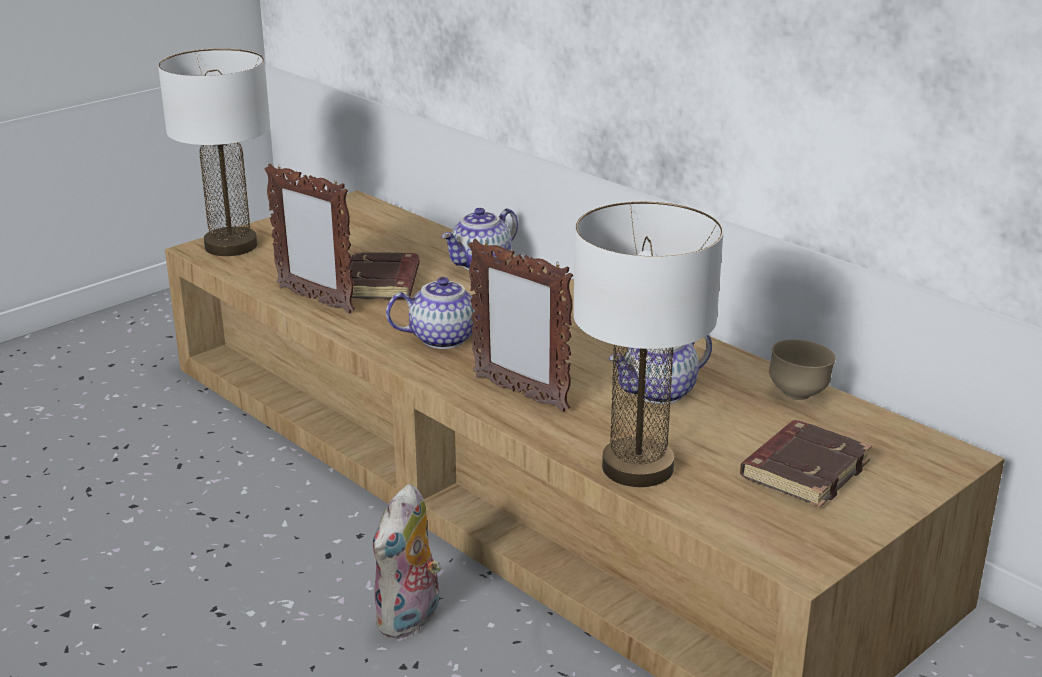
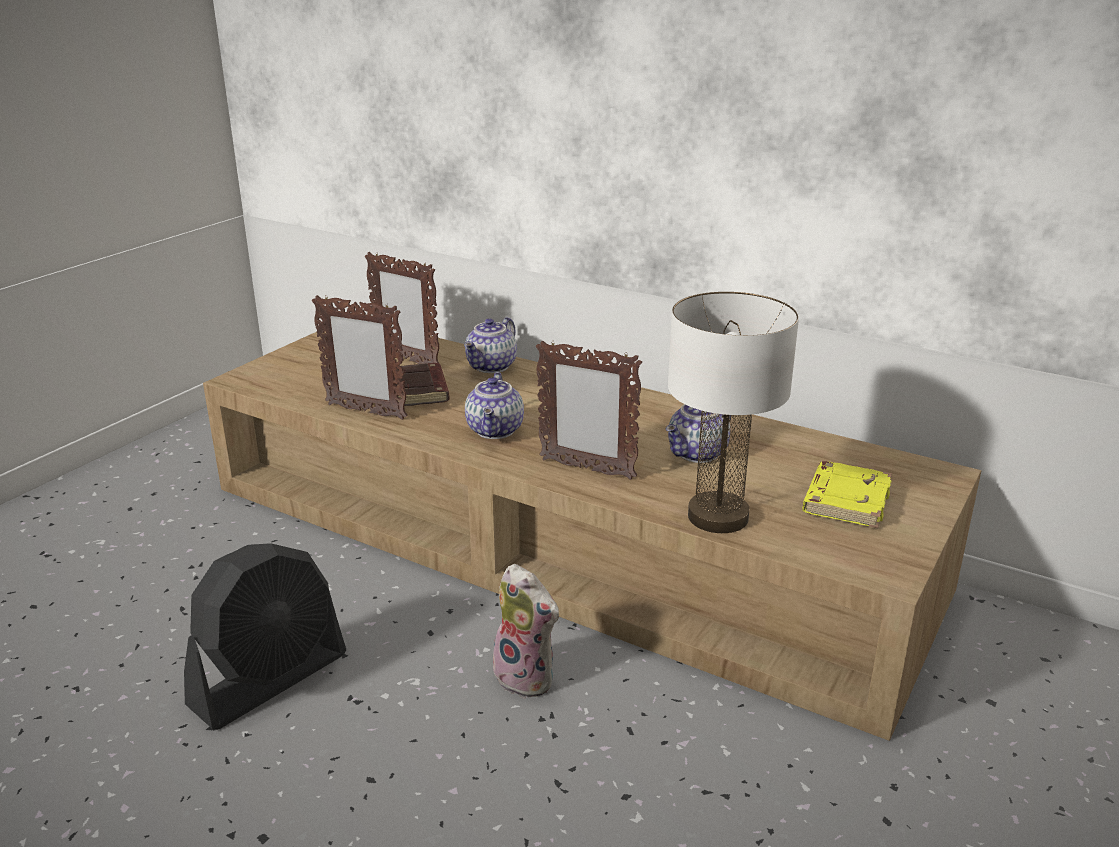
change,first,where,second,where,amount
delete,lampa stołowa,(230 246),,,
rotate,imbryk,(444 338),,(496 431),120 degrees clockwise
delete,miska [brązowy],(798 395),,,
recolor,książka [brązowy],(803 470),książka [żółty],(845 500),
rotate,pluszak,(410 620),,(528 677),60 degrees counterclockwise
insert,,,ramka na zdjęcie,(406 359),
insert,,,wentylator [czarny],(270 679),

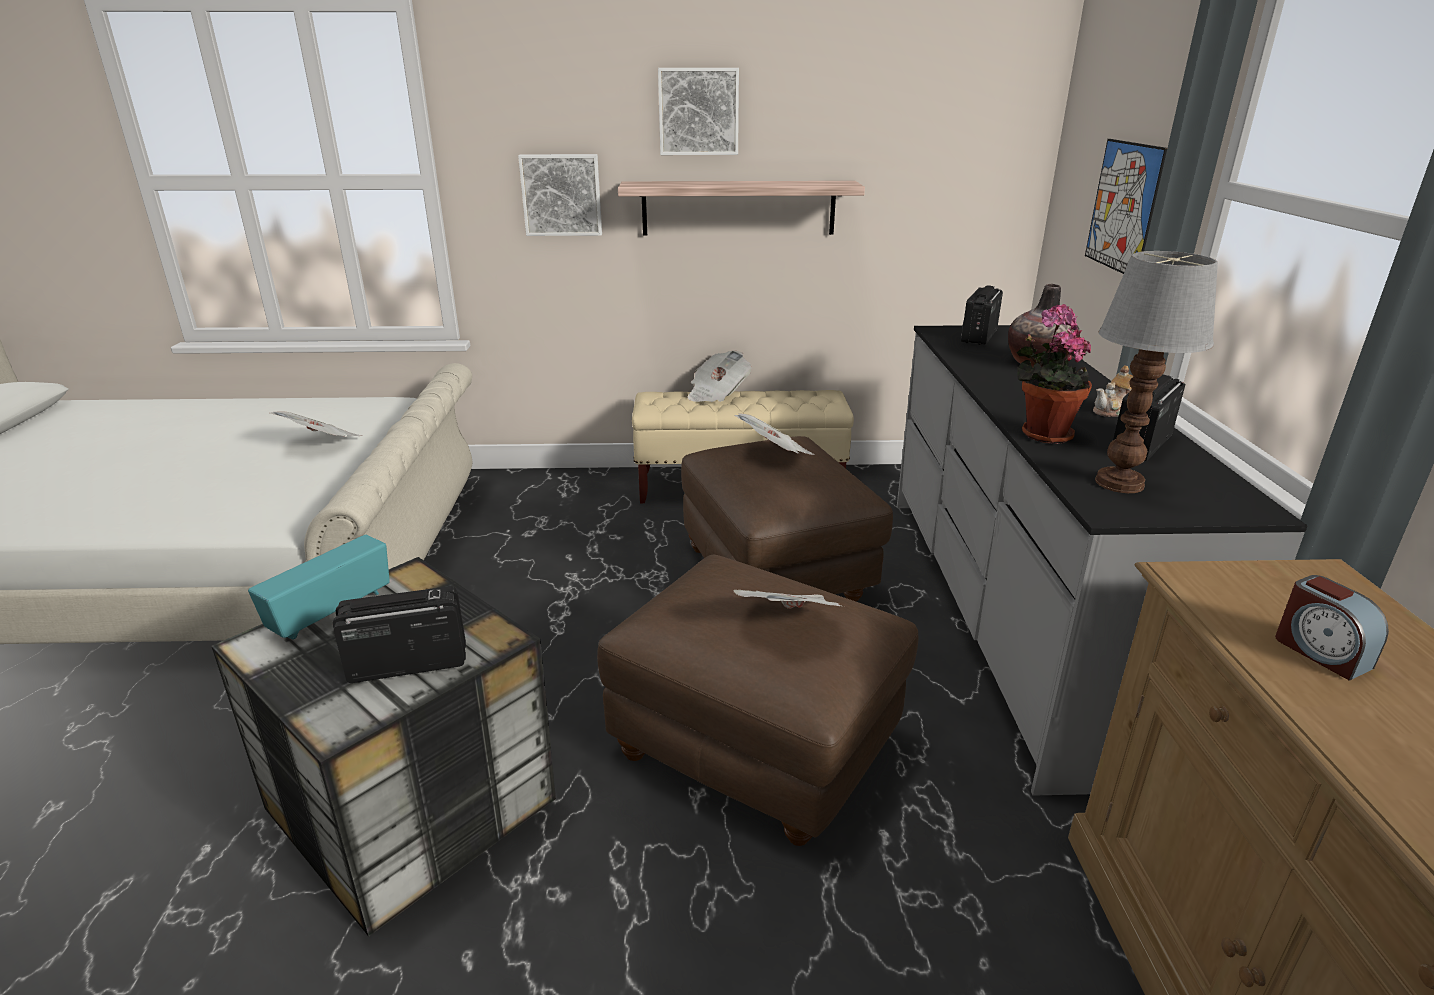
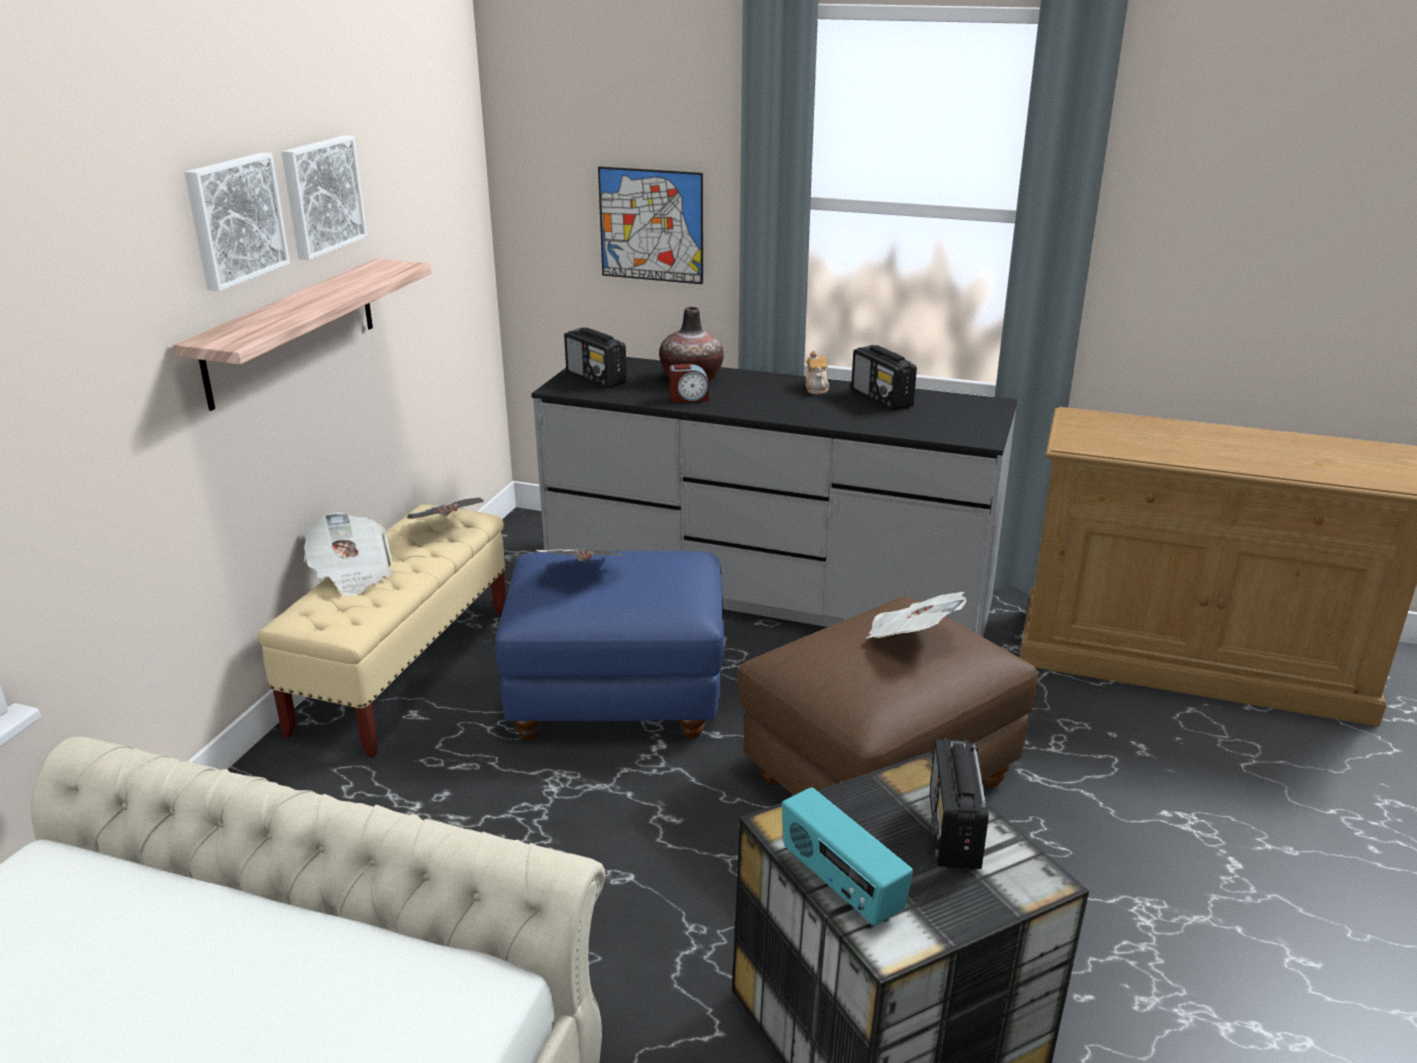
change,first,where,second,where,amount
move,obraz,(561 195),,(321 196),
delete,lampa stołowa,(1119 483),,,
delete,roślina doniczkowa,(1042 433),,,
move,gazeta,(321 443),,(446 528),
recolor,pufa [brązowy],(777 573),pufa [niebieski],(618 695),
move,budzik,(1320 652),,(689 398),

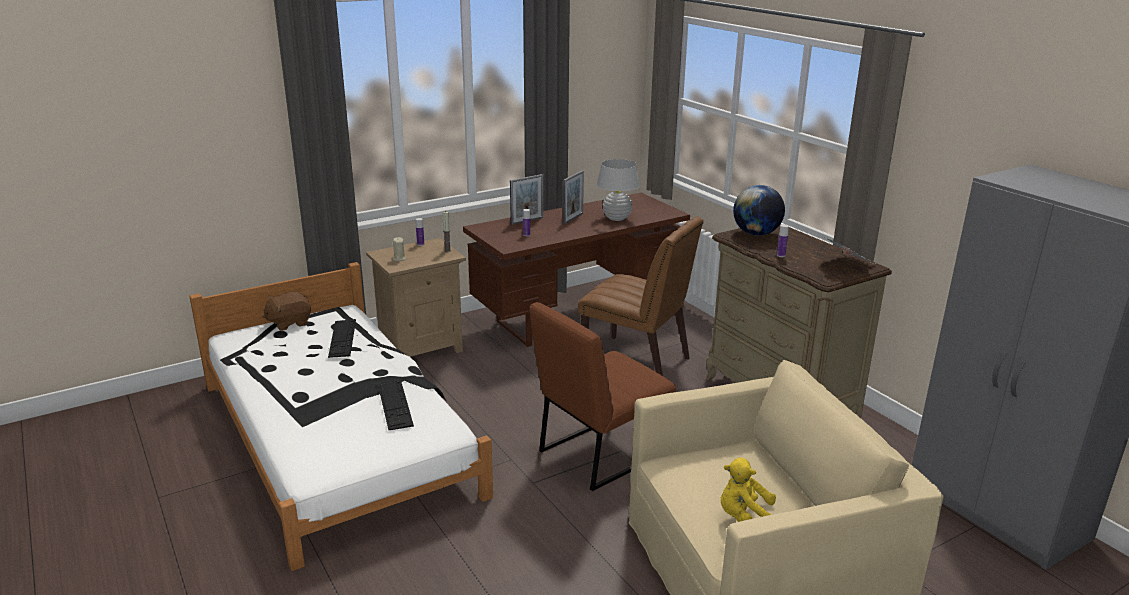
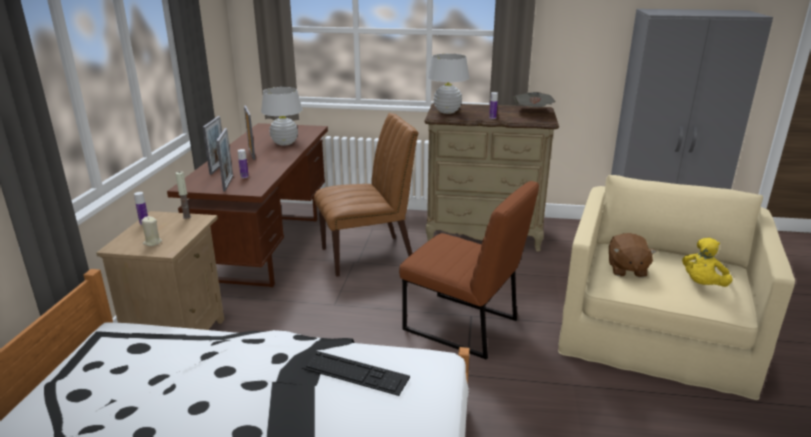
change,first,where,second,where,amount
replace,globus,(756 233),lampa stołowa [biały],(447 111),
move,pluszak [brązowy],(289 323),,(626 269),
rotate,krzesło [brązowy],(599 453),,(463 326),60 degrees counterclockwise
delete,klawiatura,(342 338),,,
insert,,,ramka na zdjęcie,(228 183),

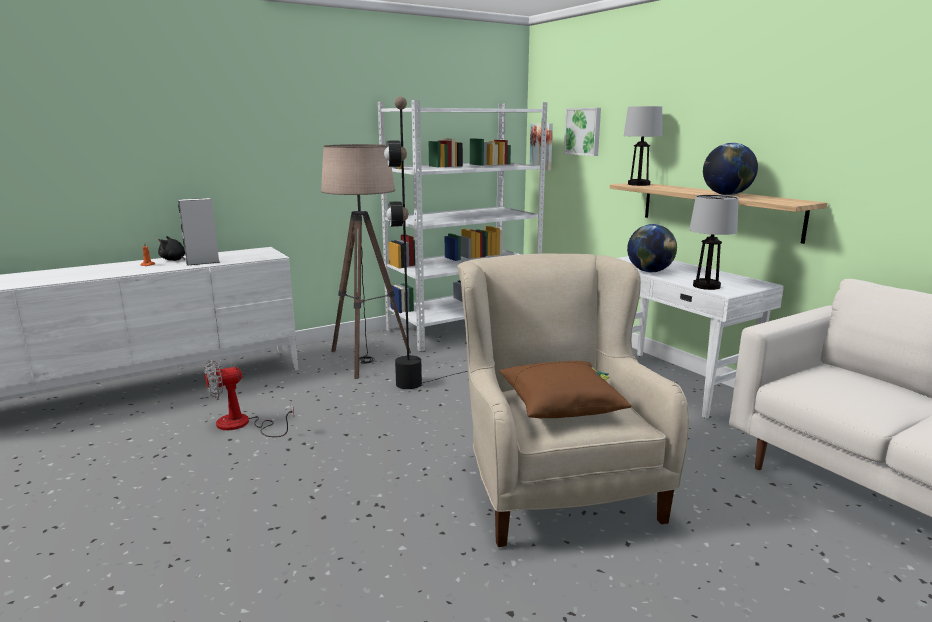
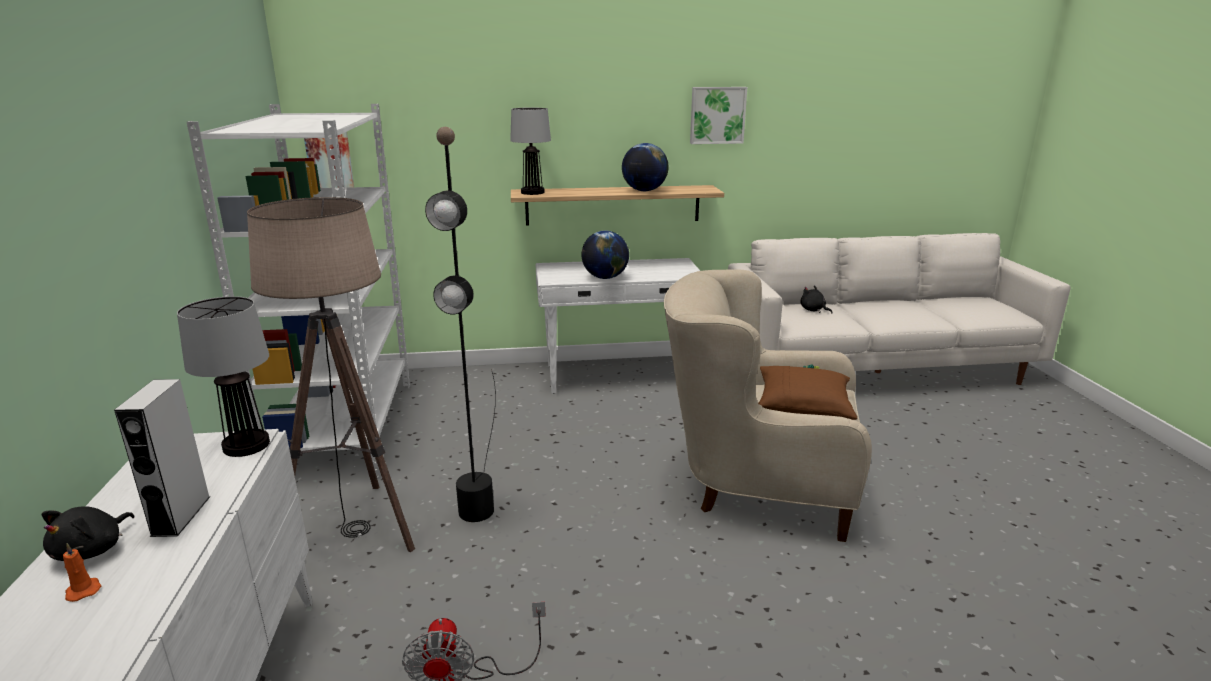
change,first,where,second,where,amount
move,obraz,(583 131),,(717 115),
move,lampa stołowa,(706 286),,(245 445),
insert,,,pluszak [czarny],(813 310),

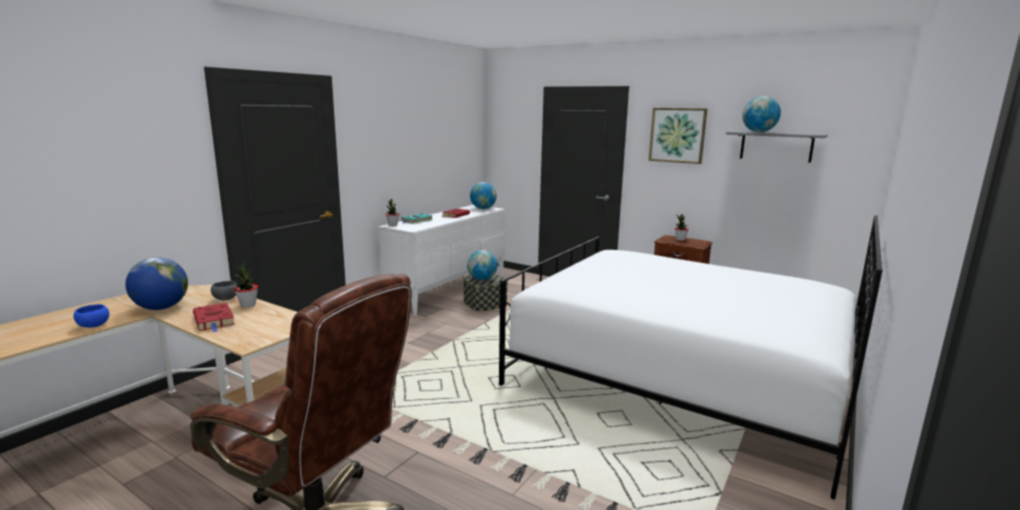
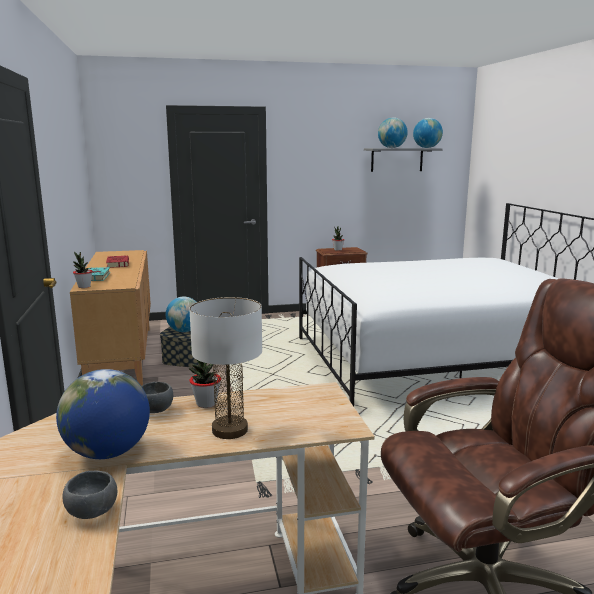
change,first,where,second,where,amount
delete,obraz,(677 135),,,
move,globus,(483 208),,(426 148),
recolor,komoda [biały],(448 290),komoda [brązowy],(121 358),
replace,książka [czerwony],(214 320),lampa stołowa,(230 430),
recolor,miska [niebieski],(92 326),miska [szary],(91 512),

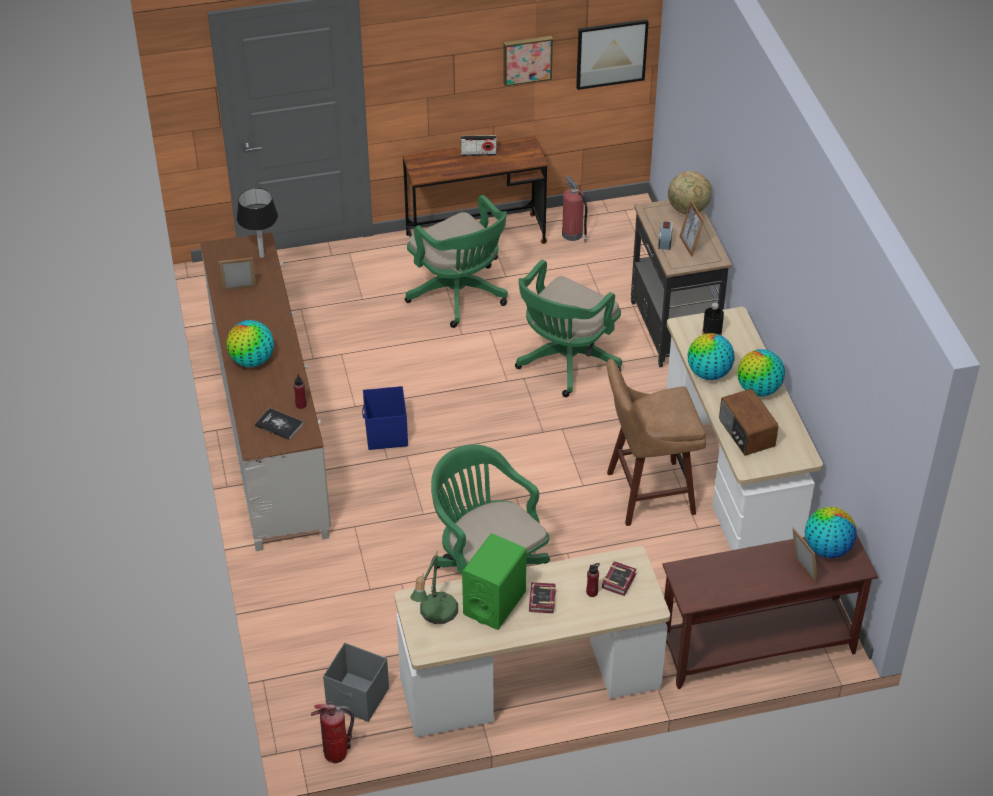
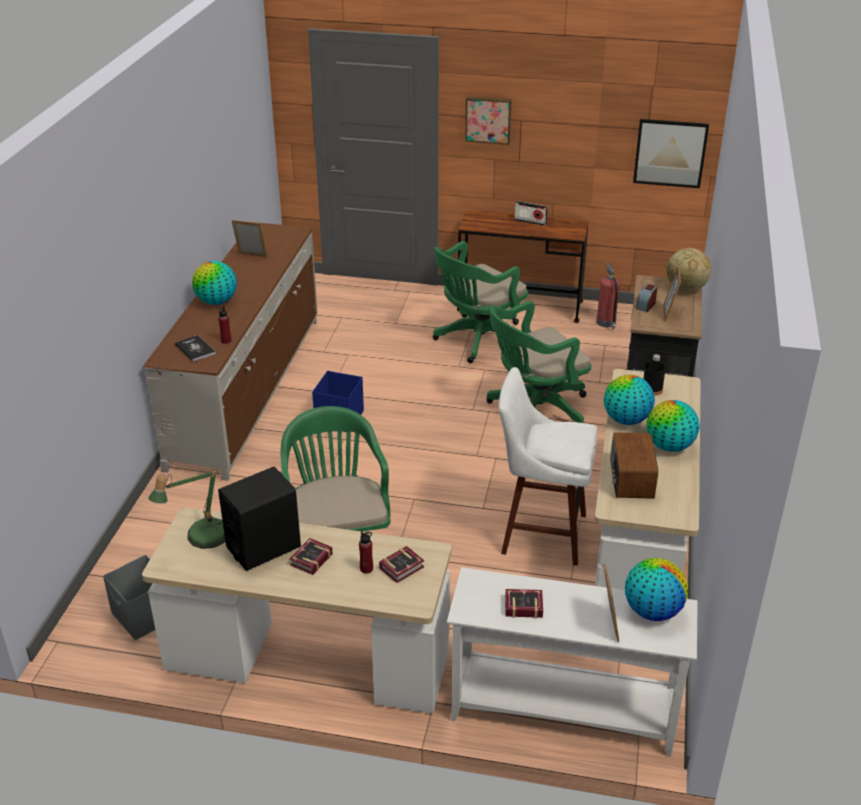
change,first,where,second,where,amount
move,obraz,(527 59),,(488 119),
delete,lampa stołowa [czarny],(262 256),,,
rotate,krzesło biurowe [zielony],(460 296),,(477 341),60 degrees clockwise
recolor,stołek [brązowy],(646 493),stołek [biały],(540 533),
recolor,głośnik [zielony],(494 603),głośnik [czarny],(264 547),
recolor,stolik konsolowy [brązowy],(756 648),stolik konsolowy [biały],(562 711),
delete,gaśnica,(336 754),,,
insert,,,książka,(521 606),

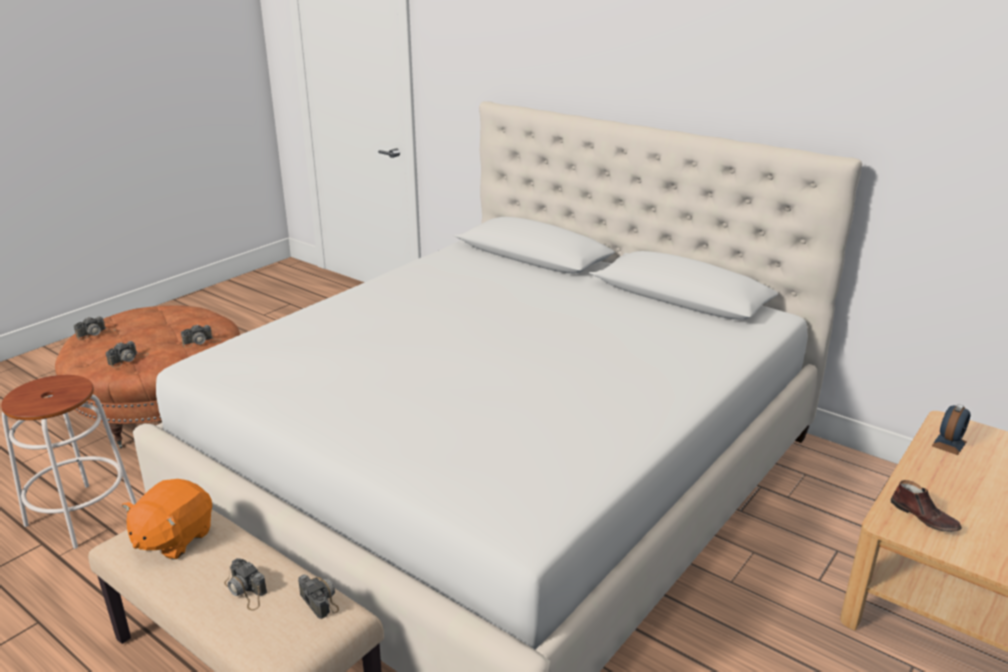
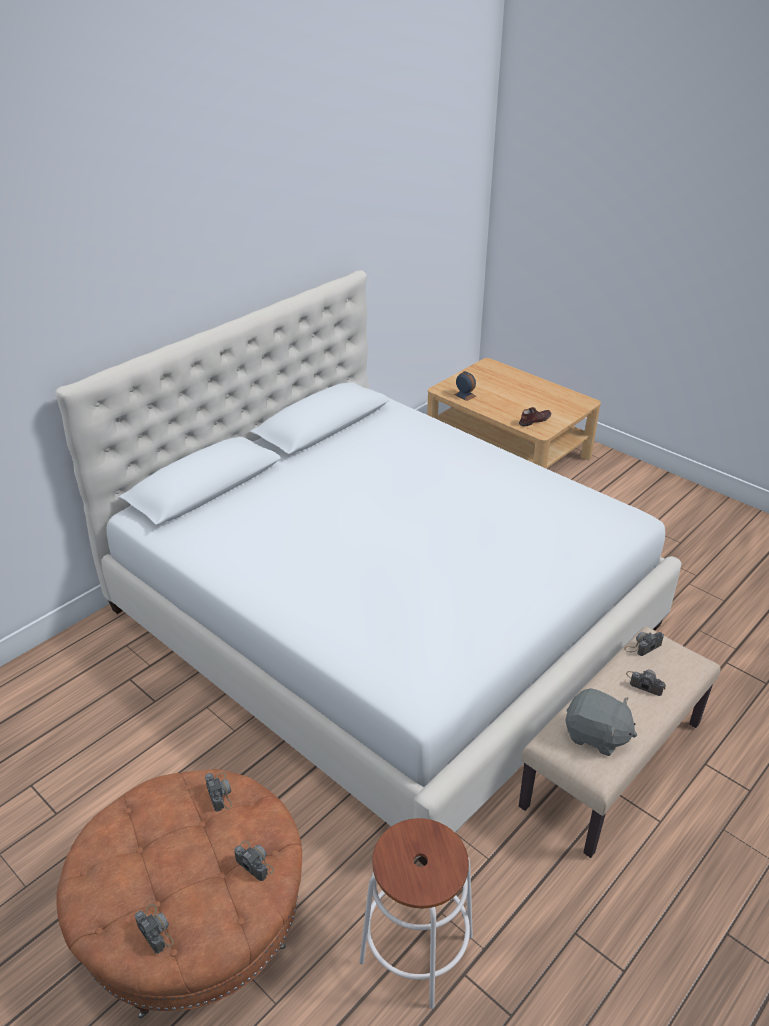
change,first,where,second,where,amount
recolor,pluszak [pomarańczowy],(173 539),pluszak [szary],(596 735),
rotate,aparat fotograficzny,(246 591),,(644 683),105 degrees counterclockwise

